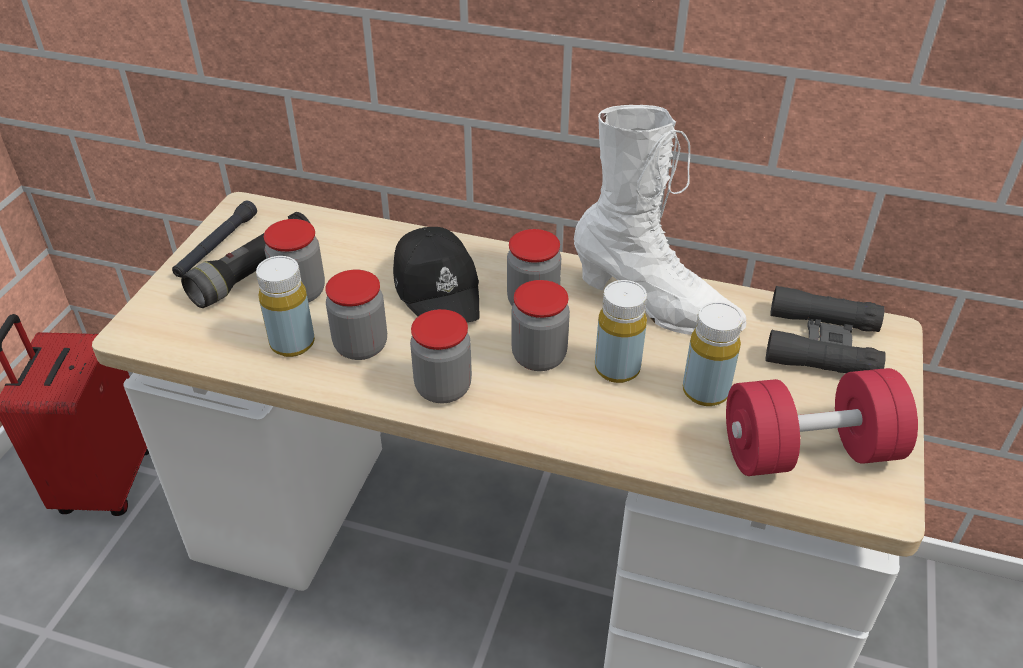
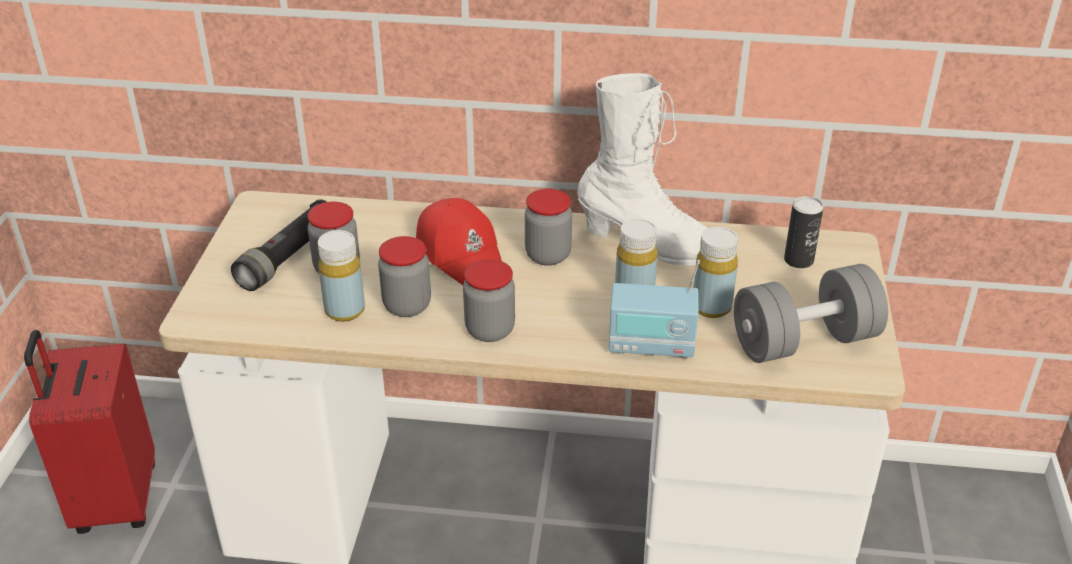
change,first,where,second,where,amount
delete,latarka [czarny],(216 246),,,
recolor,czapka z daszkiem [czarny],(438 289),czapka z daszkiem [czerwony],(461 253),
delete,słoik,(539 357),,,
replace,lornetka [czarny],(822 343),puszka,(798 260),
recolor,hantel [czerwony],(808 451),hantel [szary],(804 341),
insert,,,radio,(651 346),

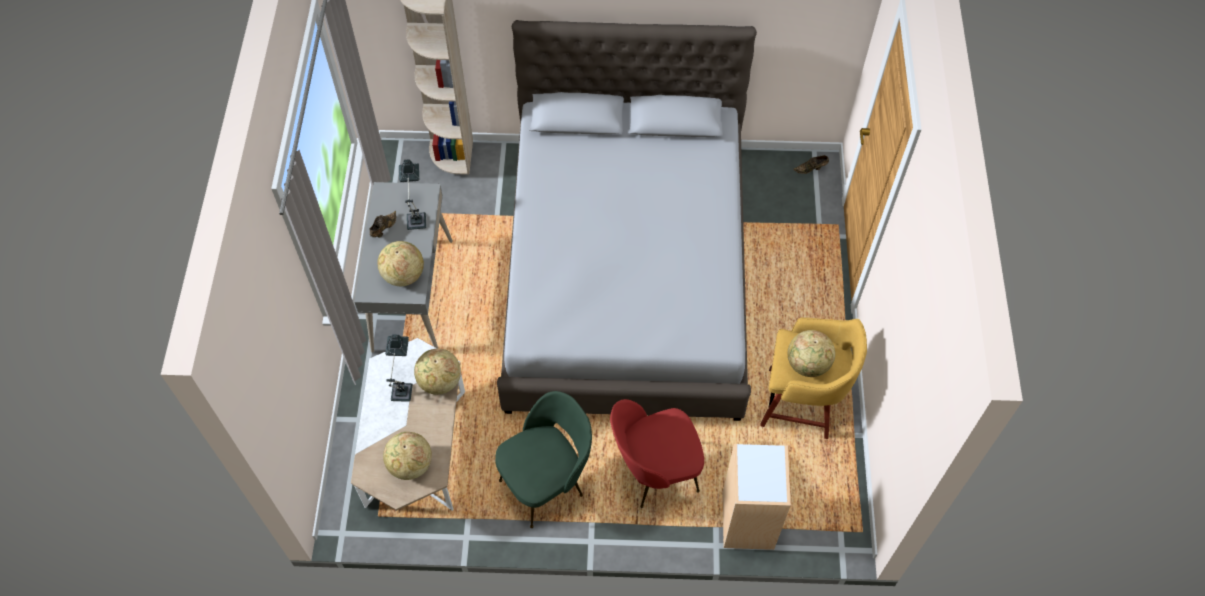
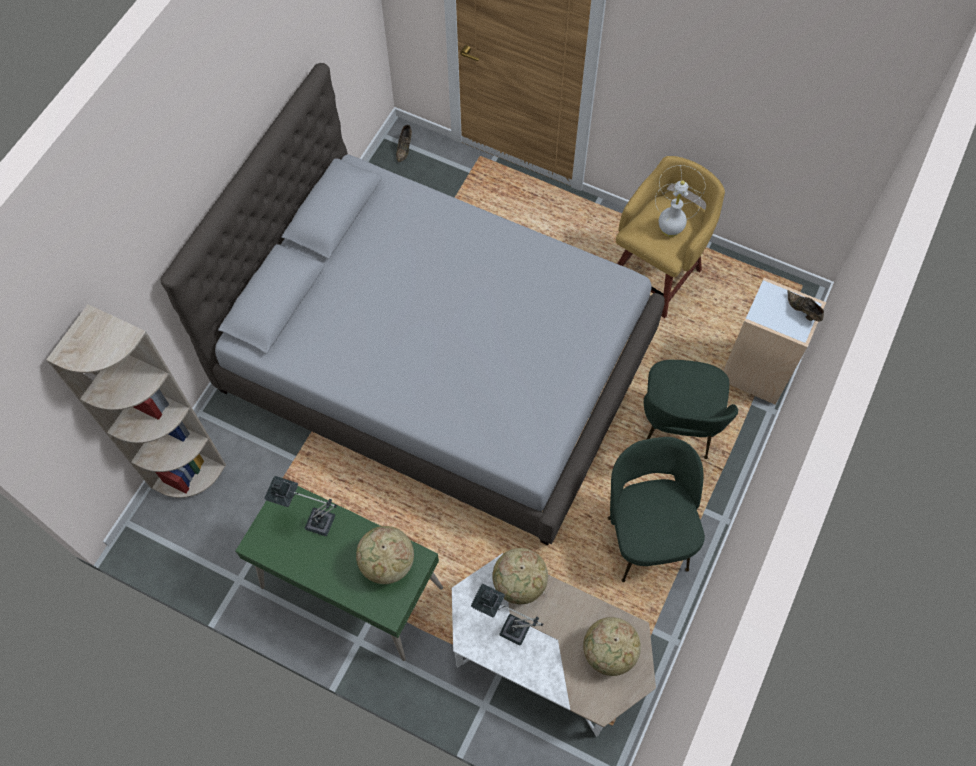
change,first,where,second,where,amount
recolor,biurko [szary],(412 295),biurko [zielony],(351 588),
move,but [brązowy],(383 229),,(803 311),
replace,globus,(807 364),lampa stołowa [biały],(670 229),
recolor,krzesło [czerwony],(653 474),krzesło [zielony],(675 432),

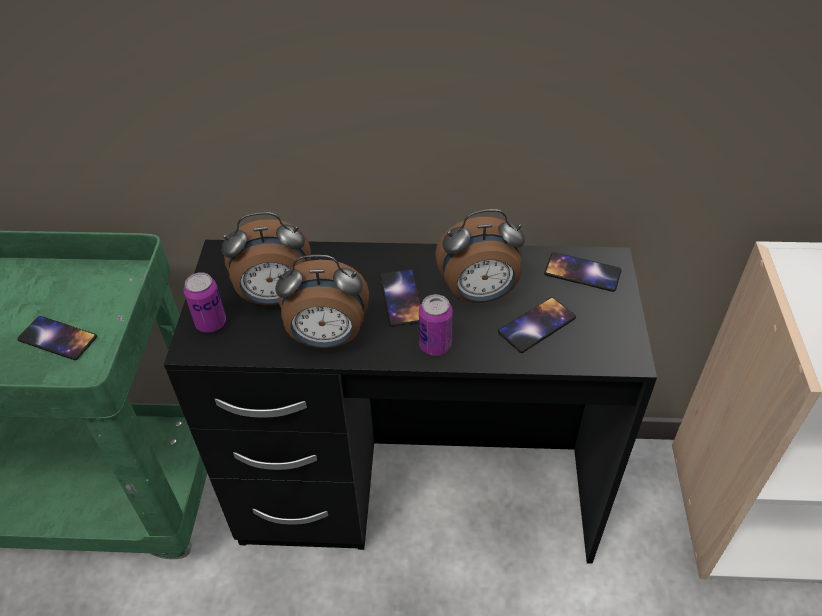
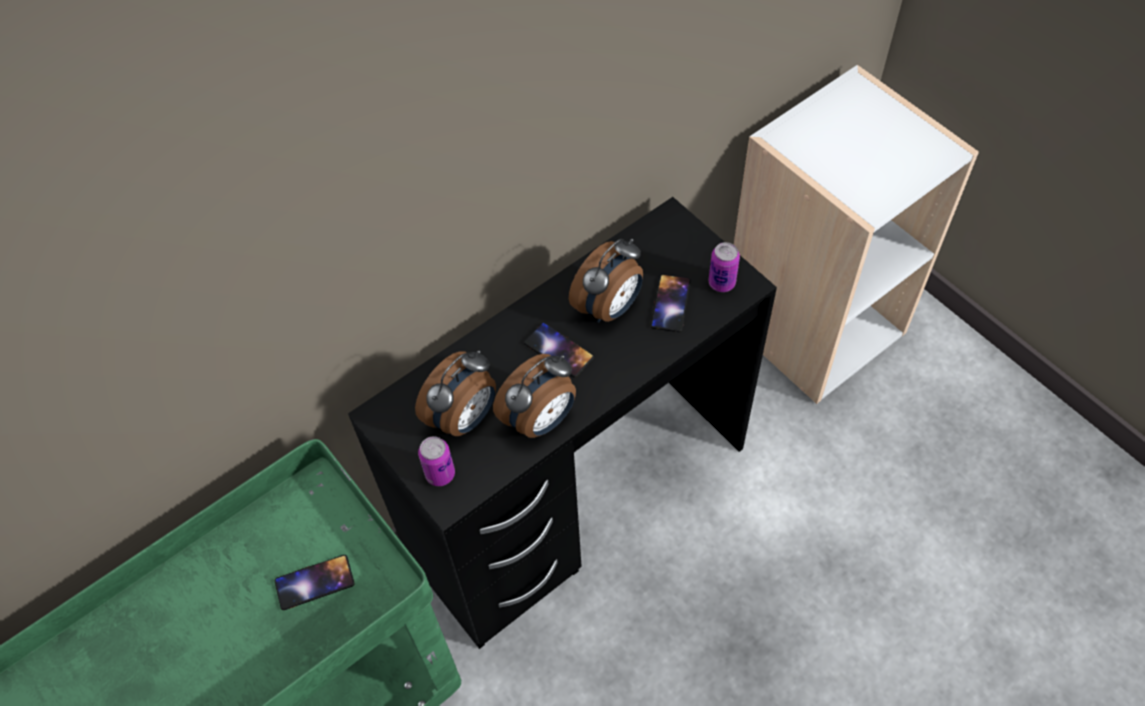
change,first,where,second,where,amount
delete,telefon,(582 272),,,
move,puszka,(435 345),,(721 283),

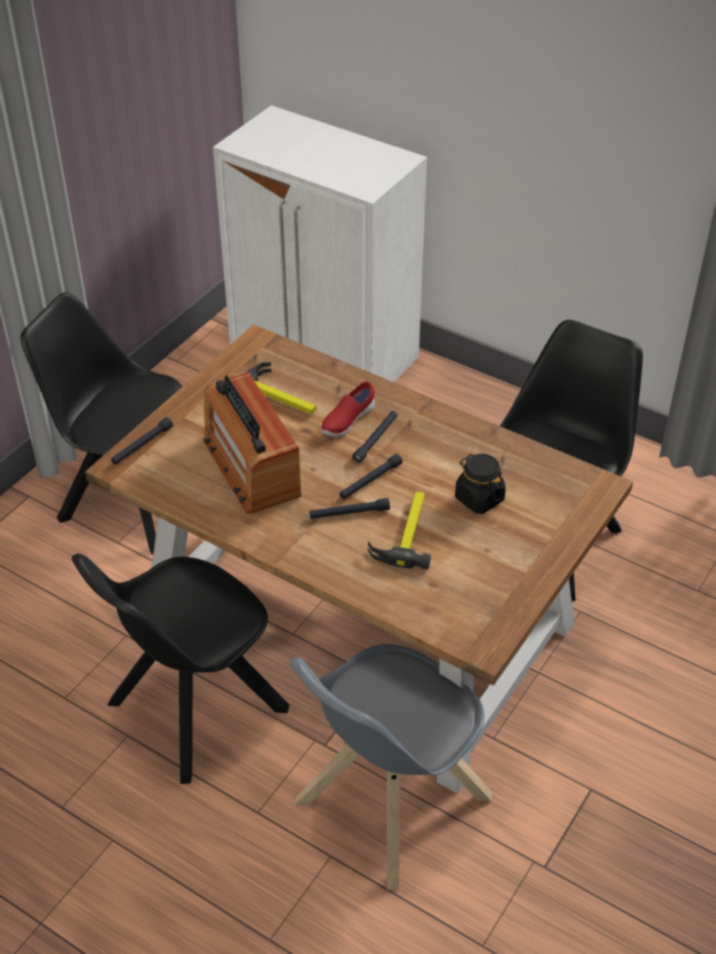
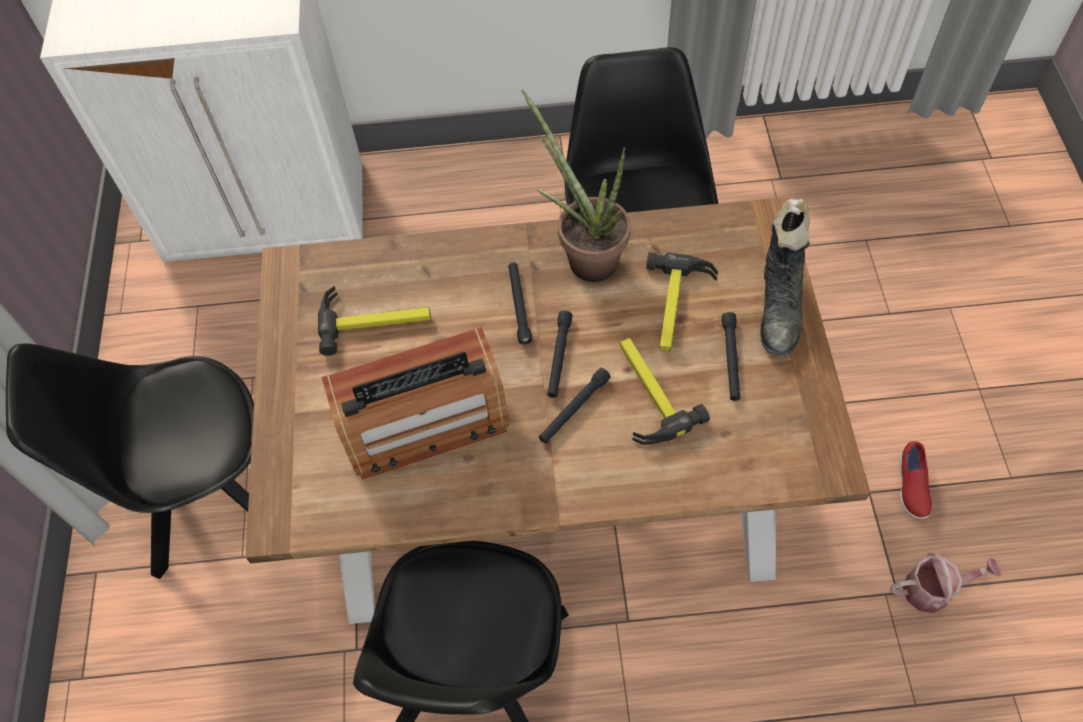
change,first,where,second,where,amount
rotate,radio,(251 466),,(424 423),45 degrees counterclockwise
move,but [czerwony],(347 421),,(910 486),
move,latarka [czarny],(142 445),,(731 360),
replace,słoik [czarny],(479 498),młotek,(676 307),
delete,krzesło [szary],(388 803),,,
insert,,,roślina doniczkowa,(584 256),
insert,,,but z cholewką [czarny],(780 308),
insert,,,konewka,(933 589),

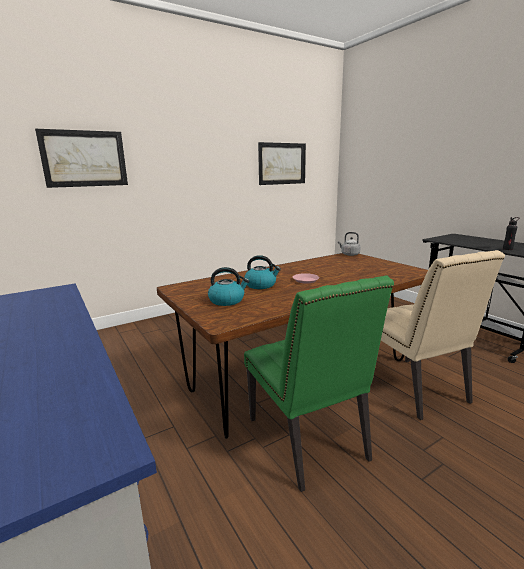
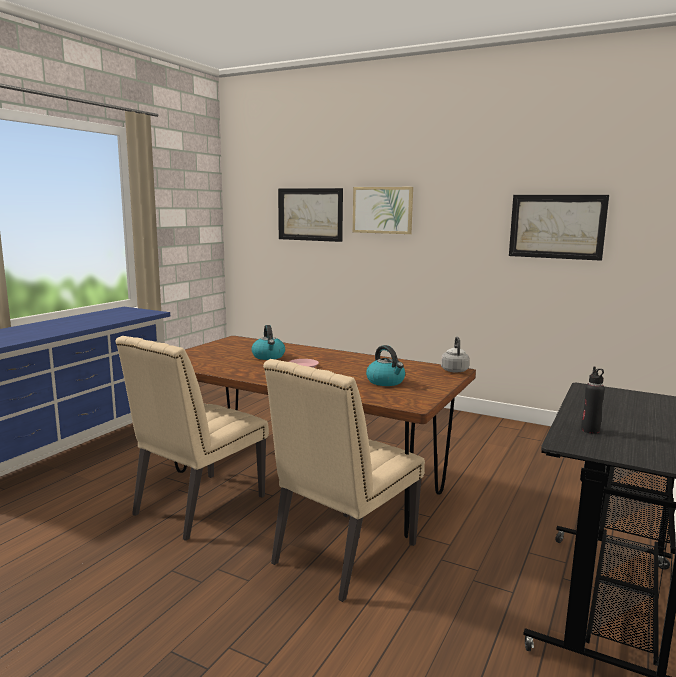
change,first,where,second,where,amount
move,czajnik,(227 300),,(386 382),
recolor,krzesło [zielony],(305 437),krzesło [beżowy],(200 504),
insert,,,obraz,(382 210),

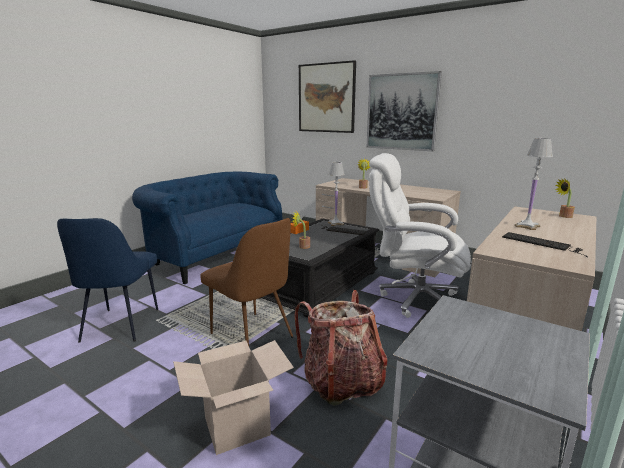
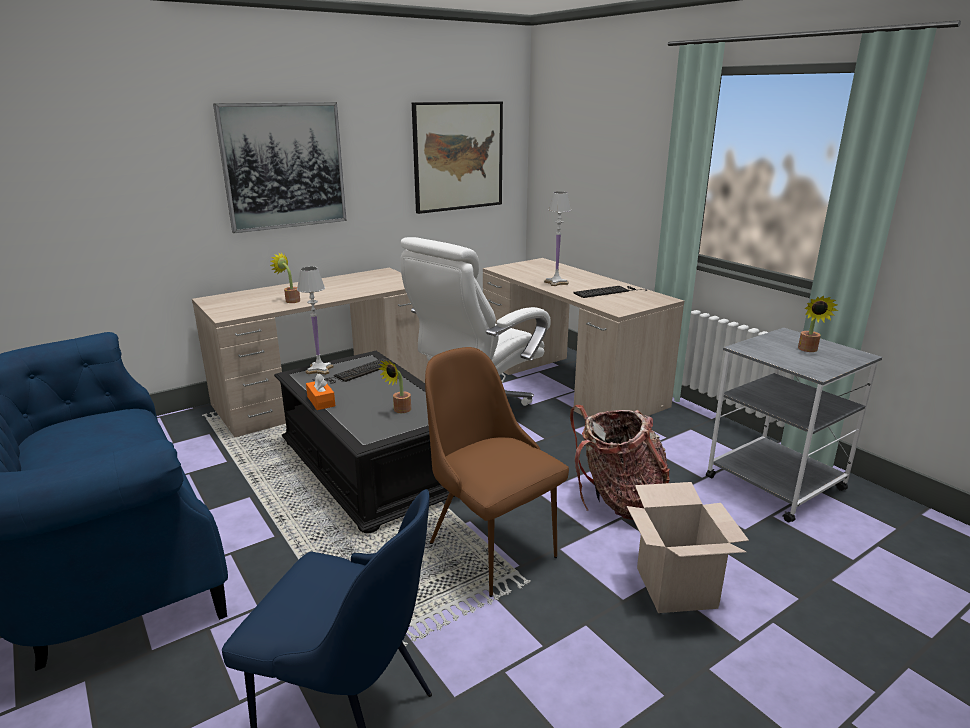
change,first,where,second,where,amount
move,obraz,(326 98),,(458 156),
move,roślina doniczkowa,(563 216),,(808 350),
rotate,krzesło [brązowy],(253 336),,(490 550),105 degrees counterclockwise

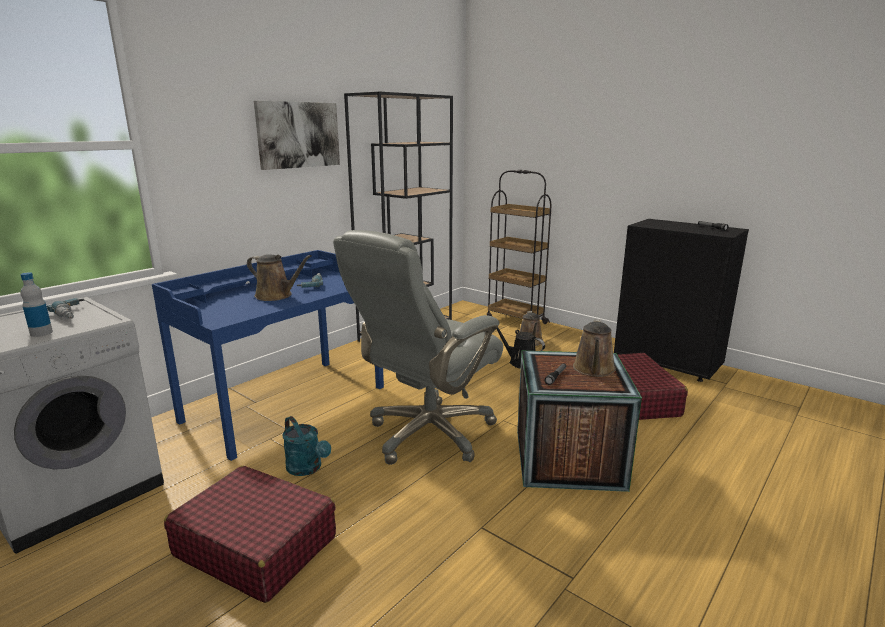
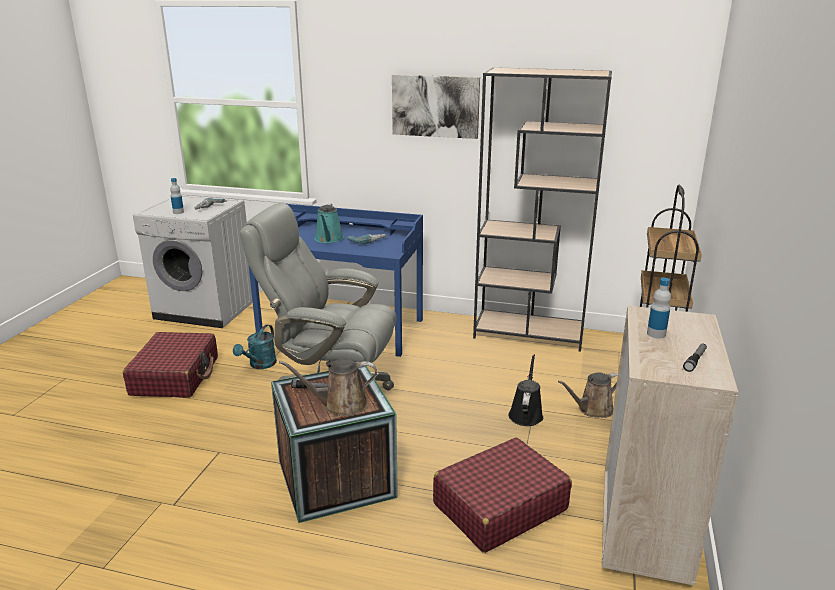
change,first,where,second,where,amount
recolor,szafka [czarny],(668 365),szafka [beżowy],(644 533),
recolor,konewka [brązowy],(276 296),konewka [turkusowy],(328 239),
insert,,,butelka,(656 334),

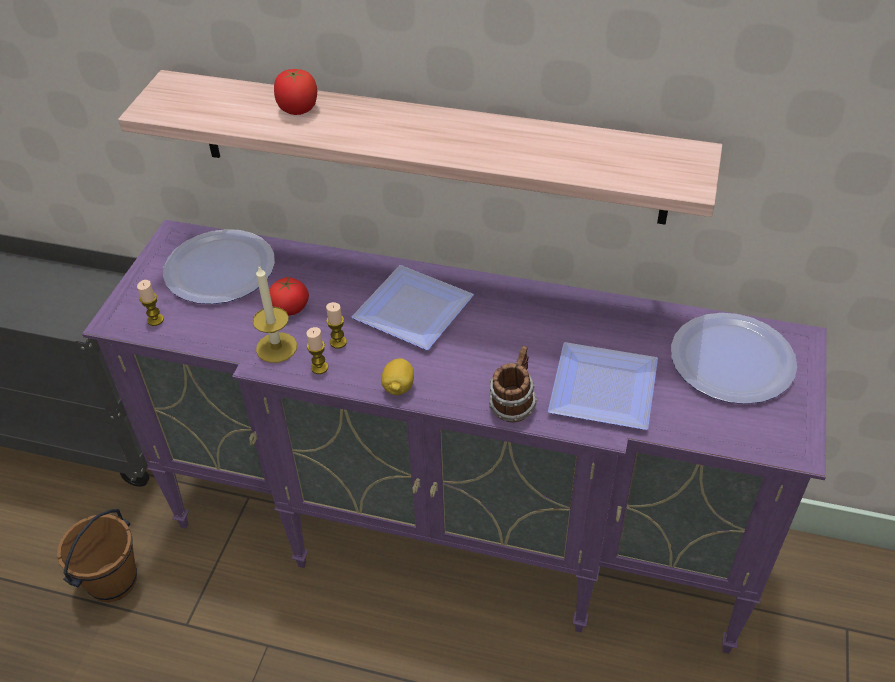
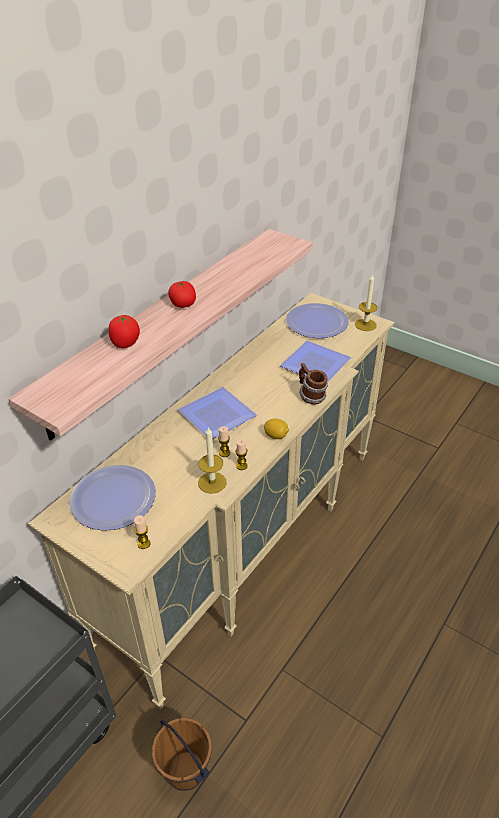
change,first,where,second,where,amount
recolor,szafka [fioletowy],(456 534),szafka [beżowy],(247 544),
move,pomidor,(290 308),,(183 304),
insert,,,świeca,(365 325),

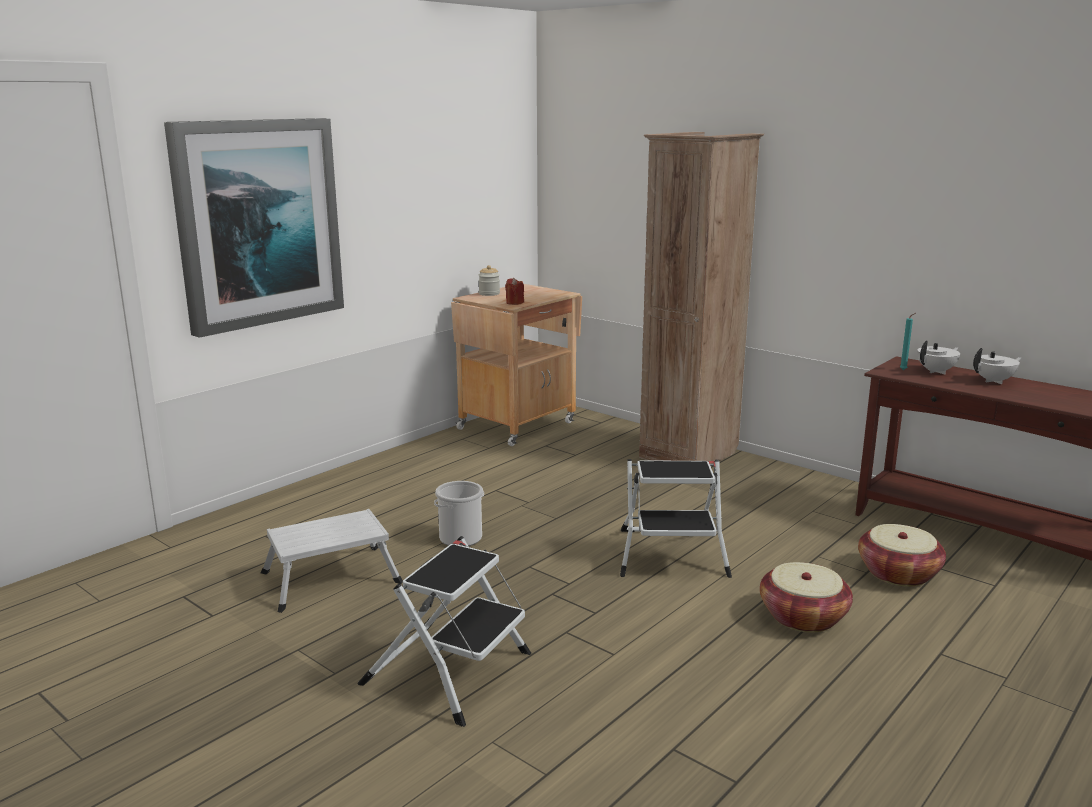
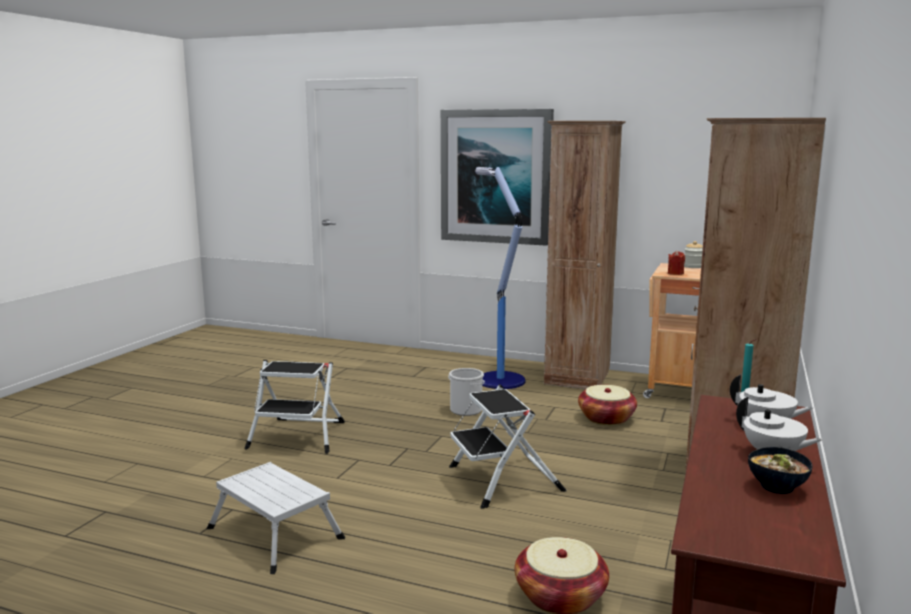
change,first,where,second,where,amount
move,drabinka [biały],(332 577),,(275 533),
move,koszyk,(803 617),,(606 418),
insert,,,szafka [brązowy],(578 378),
insert,,,lampa stojąca,(499 380),
insert,,,miska,(778 487),

